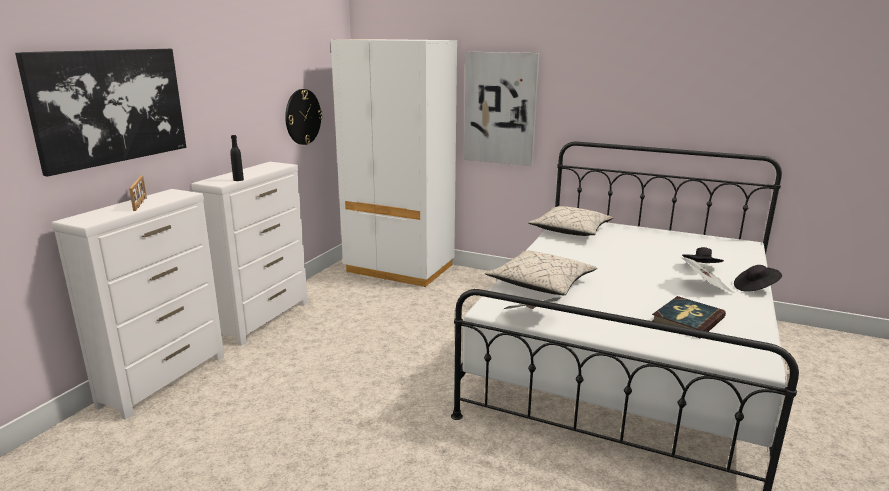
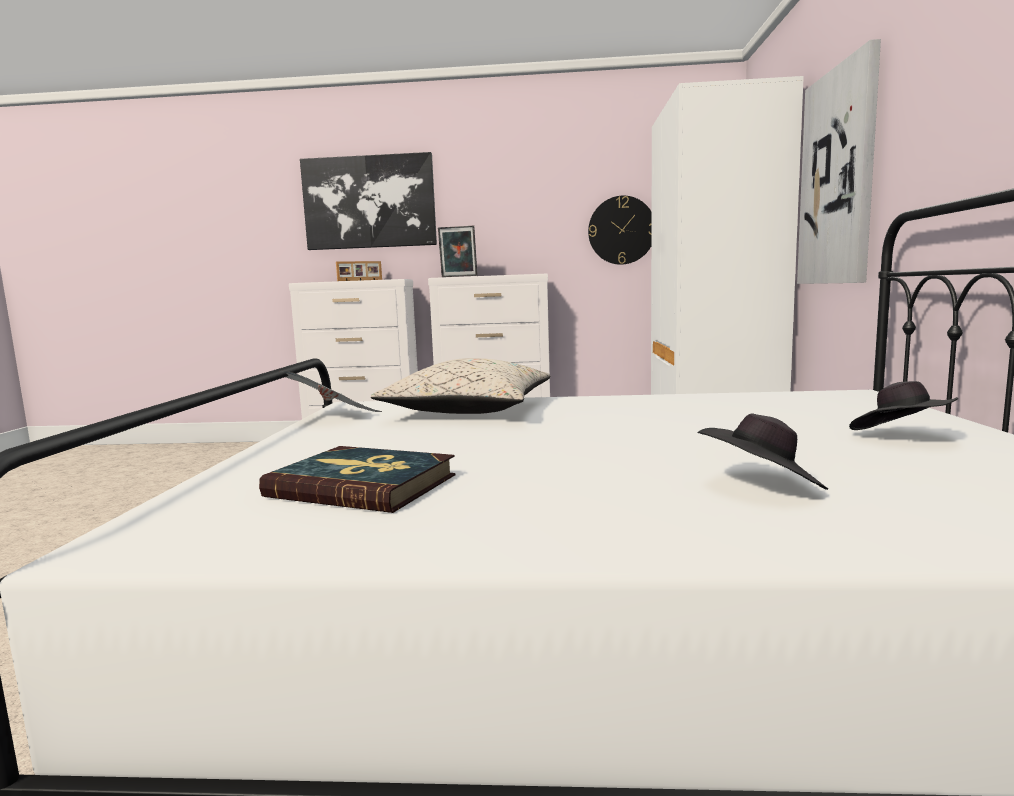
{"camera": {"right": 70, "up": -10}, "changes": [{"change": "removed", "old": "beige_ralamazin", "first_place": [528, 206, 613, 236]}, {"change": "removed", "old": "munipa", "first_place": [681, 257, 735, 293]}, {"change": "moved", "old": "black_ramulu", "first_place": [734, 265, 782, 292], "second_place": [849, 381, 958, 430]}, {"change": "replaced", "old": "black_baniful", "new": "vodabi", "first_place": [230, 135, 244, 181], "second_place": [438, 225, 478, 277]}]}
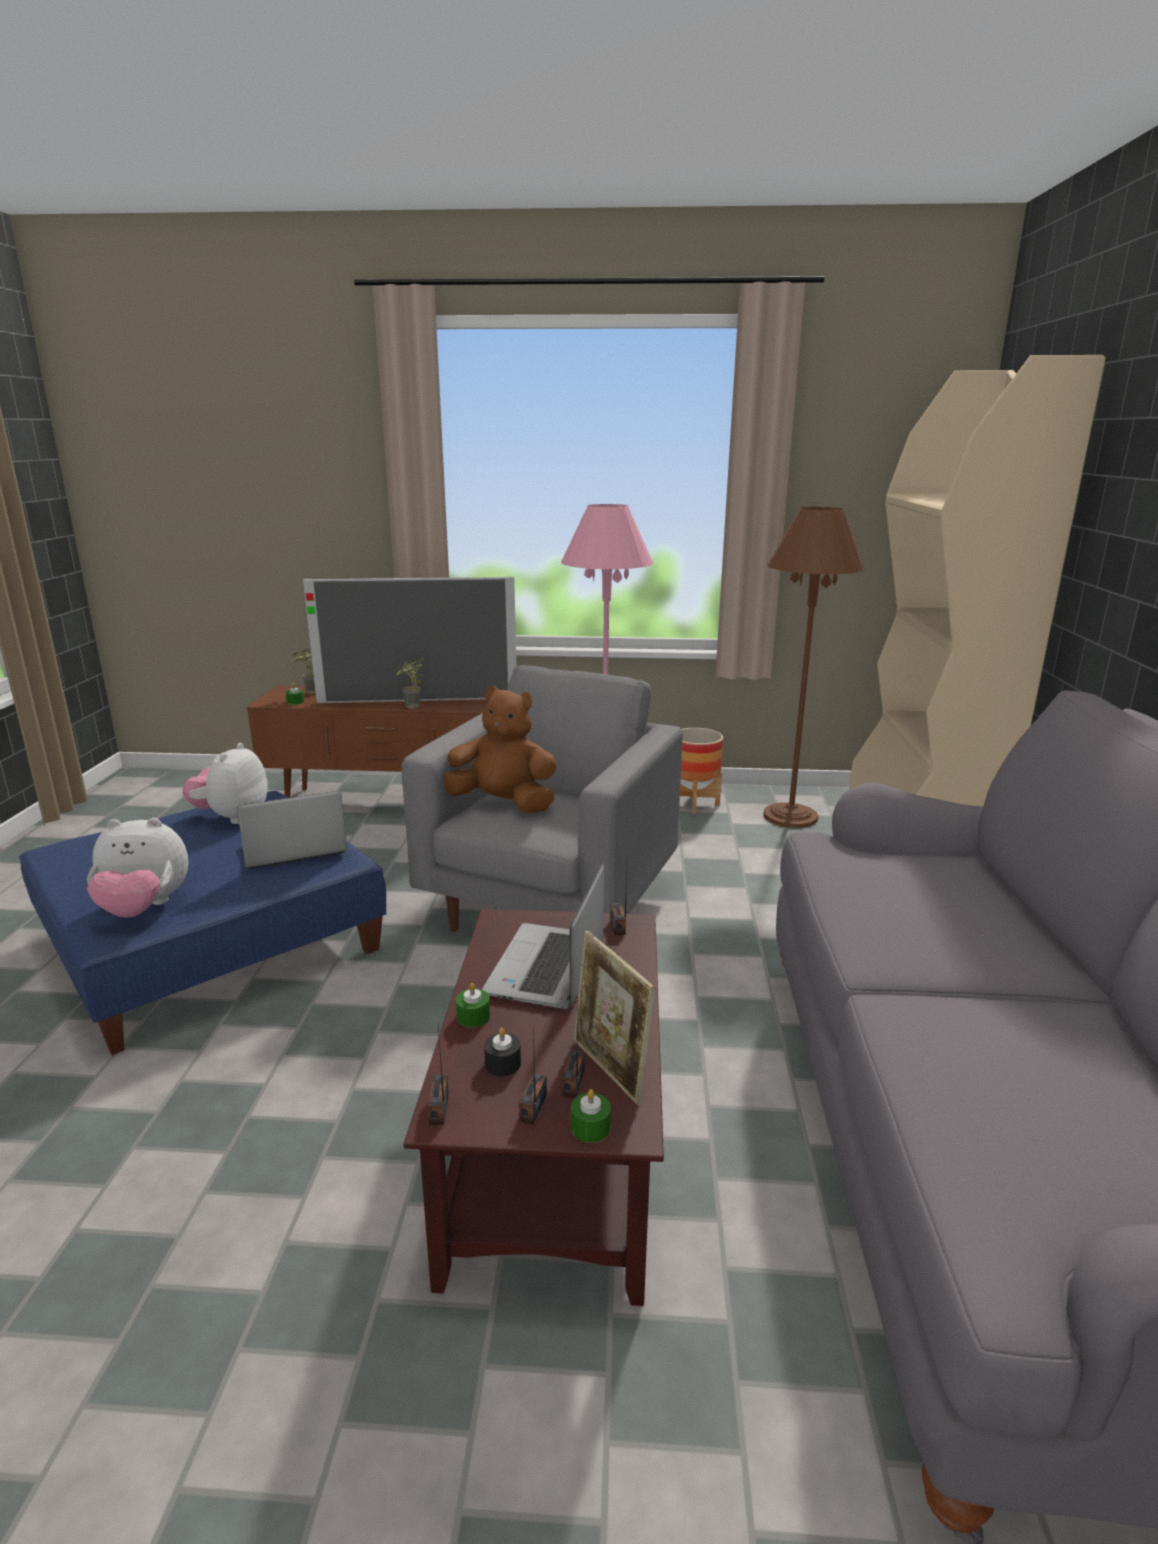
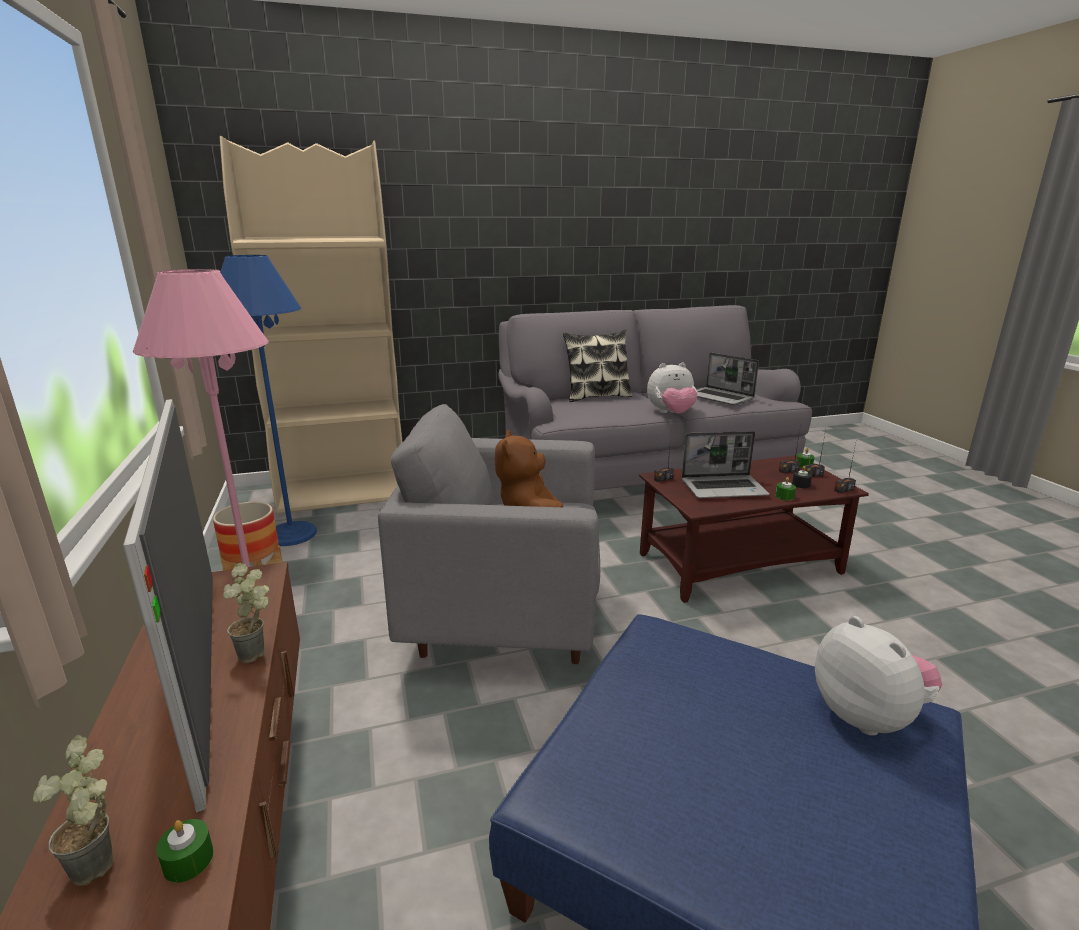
{"camera": {"right": -110, "up": 0}, "changes": [{"change": "removed", "old": "vodabi", "first_place": [574, 931, 656, 1104]}, {"change": "added", "new": "ralamazin", "second_place": [563, 330, 633, 402]}, {"change": "moved", "old": "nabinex", "first_place": [182, 743, 268, 824], "second_place": [647, 363, 698, 414]}, {"change": "moved", "old": "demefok", "first_place": [237, 791, 347, 869], "second_place": [697, 352, 759, 405]}, {"change": "recoloured", "old": "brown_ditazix", "new": "blue_ditazix", "first_place": [763, 507, 865, 828], "second_place": [220, 255, 317, 546]}]}
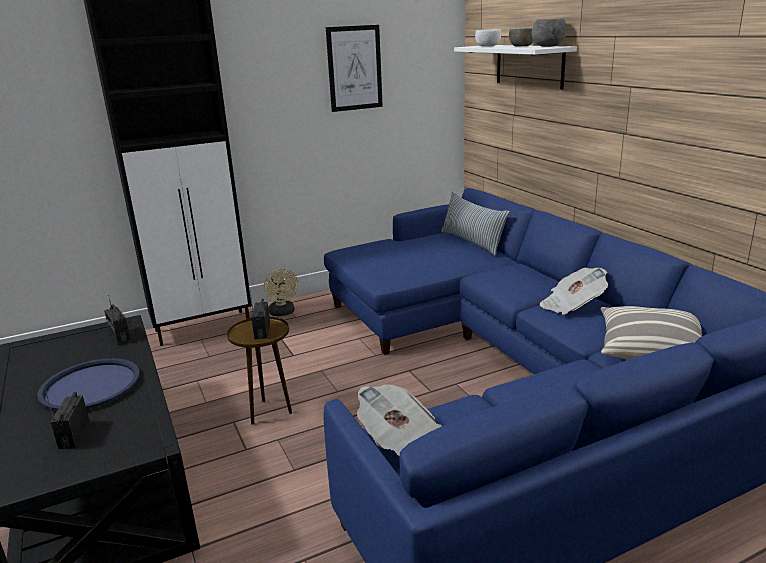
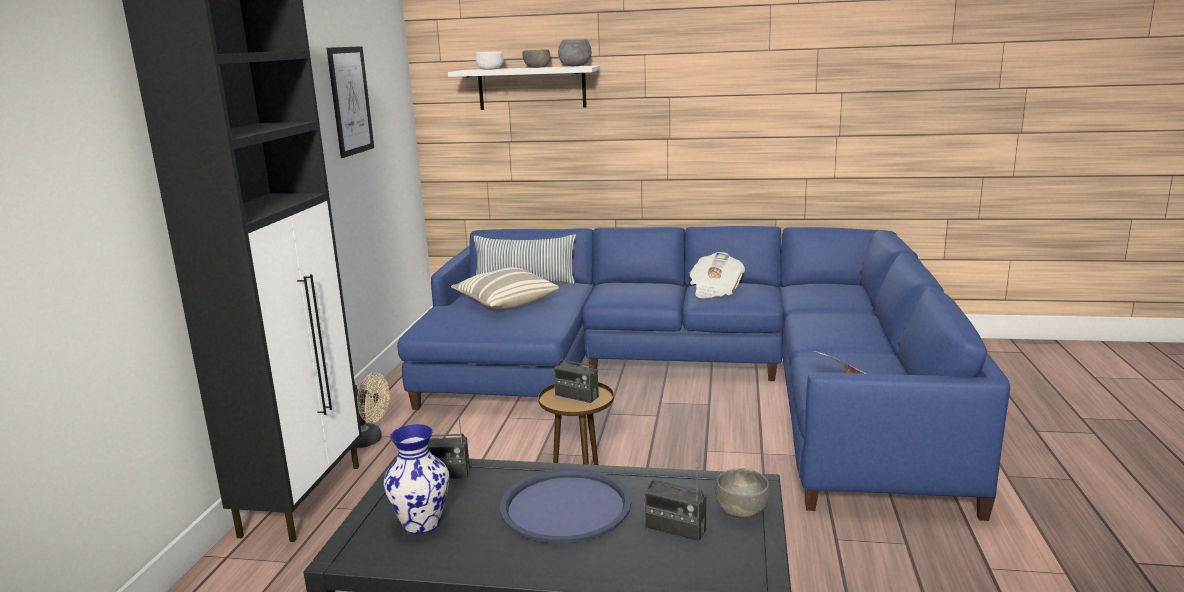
{"camera": {"right": -55, "up": -5}, "changes": [{"change": "added", "new": "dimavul", "second_place": [384, 424, 449, 534]}, {"change": "added", "new": "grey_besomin", "second_place": [715, 468, 770, 518]}, {"change": "moved", "old": "ralamazin", "first_place": [601, 306, 702, 360], "second_place": [451, 267, 559, 309]}]}
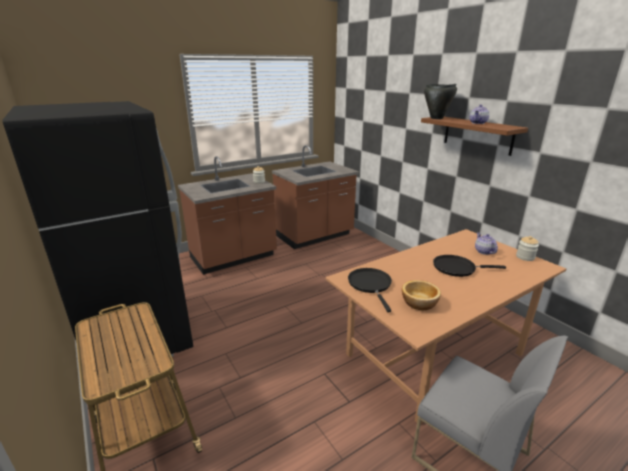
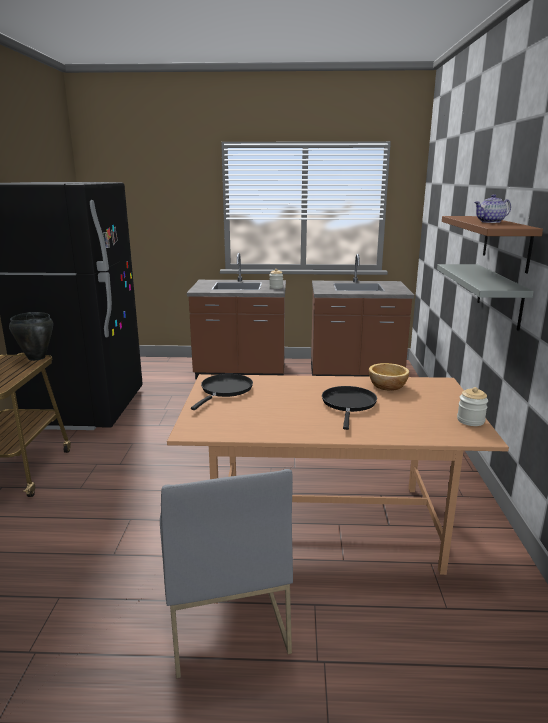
{"camera": {"right": 35, "up": -5}, "changes": [{"change": "removed", "old": "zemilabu", "first_place": [475, 233, 498, 255]}, {"change": "added", "new": "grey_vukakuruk", "second_place": [437, 264, 534, 331]}, {"change": "moved", "old": "besomin", "first_place": [402, 280, 441, 310], "second_place": [369, 363, 409, 391]}, {"change": "moved", "old": "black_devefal", "first_place": [424, 84, 457, 119], "second_place": [9, 312, 53, 361]}, {"change": "turned", "old": "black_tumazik", "first_place": [433, 255, 506, 277], "second_place": [322, 386, 377, 430], "degrees": 60}]}
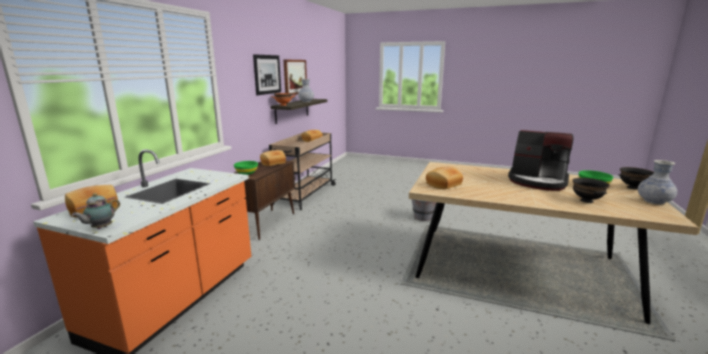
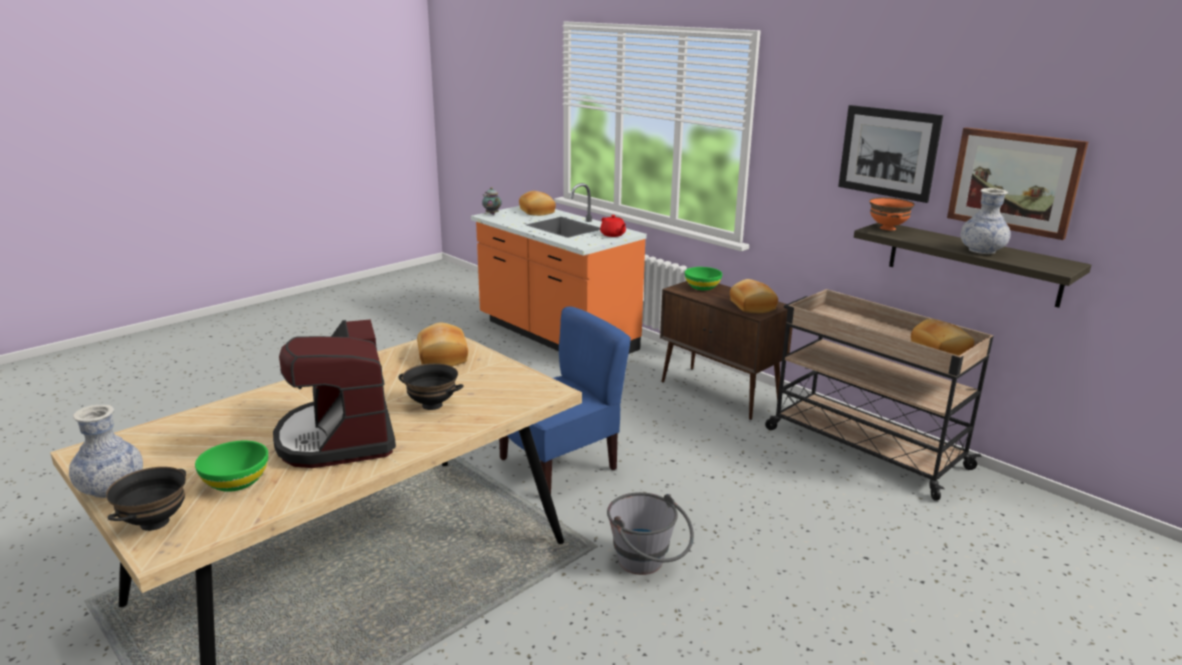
{"camera": {"right": 115, "up": 5}, "changes": [{"change": "added", "new": "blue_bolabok", "second_place": [499, 306, 631, 494]}, {"change": "added", "new": "red_zemilabu", "second_place": [600, 215, 626, 237]}, {"change": "moved", "old": "black_besomin", "first_place": [572, 178, 610, 203], "second_place": [399, 363, 464, 410]}, {"change": "turned", "old": "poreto", "first_place": [508, 130, 574, 191], "second_place": [273, 319, 396, 468], "degrees": -75}]}
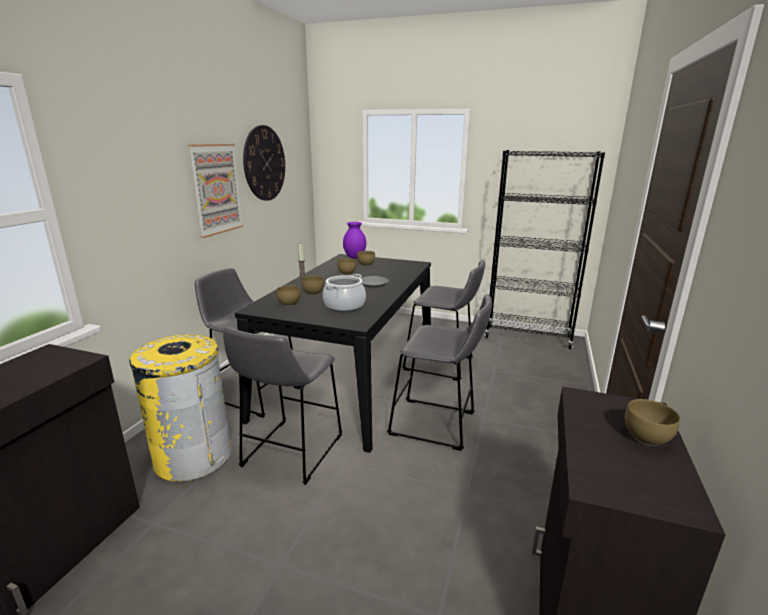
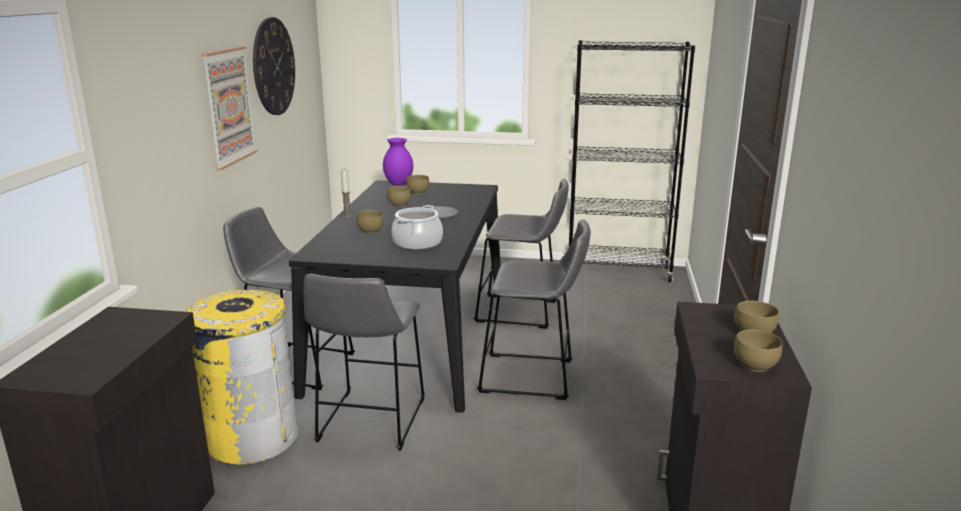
{"camera": {"right": -10, "up": 0}, "changes": [{"change": "moved", "old": "brown_besomin", "first_place": [276, 285, 301, 306], "second_place": [734, 329, 783, 372]}]}
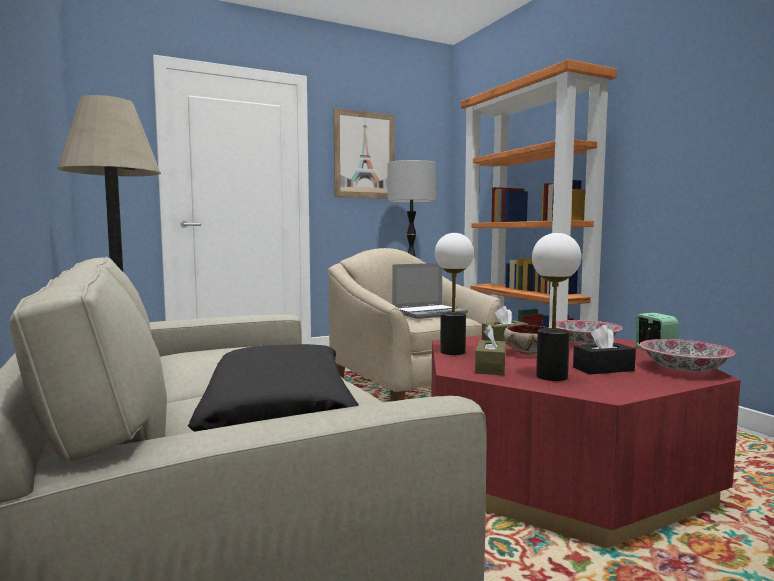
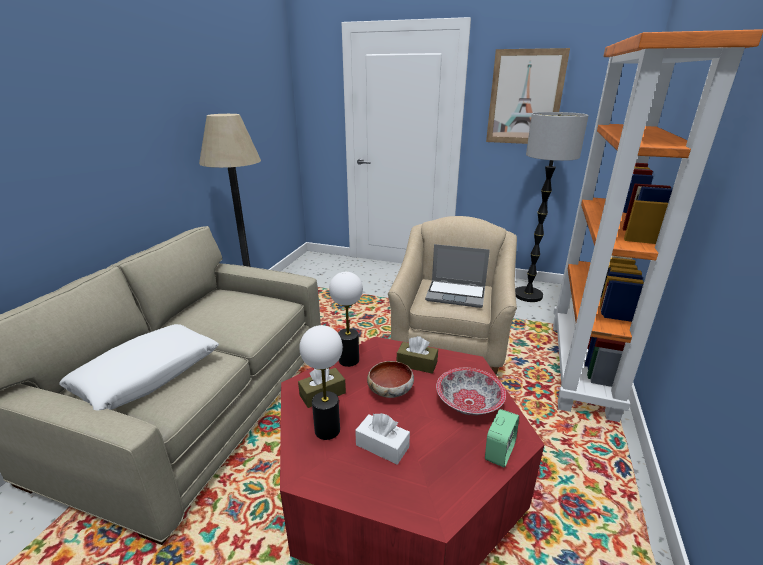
{"camera": {"right": 45, "up": 20}, "changes": [{"change": "removed", "old": "besomin", "first_place": [640, 339, 735, 372]}, {"change": "recoloured", "old": "black_ralamazin", "new": "white_ralamazin", "first_place": [188, 344, 359, 432], "second_place": [59, 324, 219, 411]}, {"change": "recoloured", "old": "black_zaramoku", "new": "white_zaramoku", "first_place": [573, 325, 636, 374], "second_place": [355, 413, 410, 465]}]}
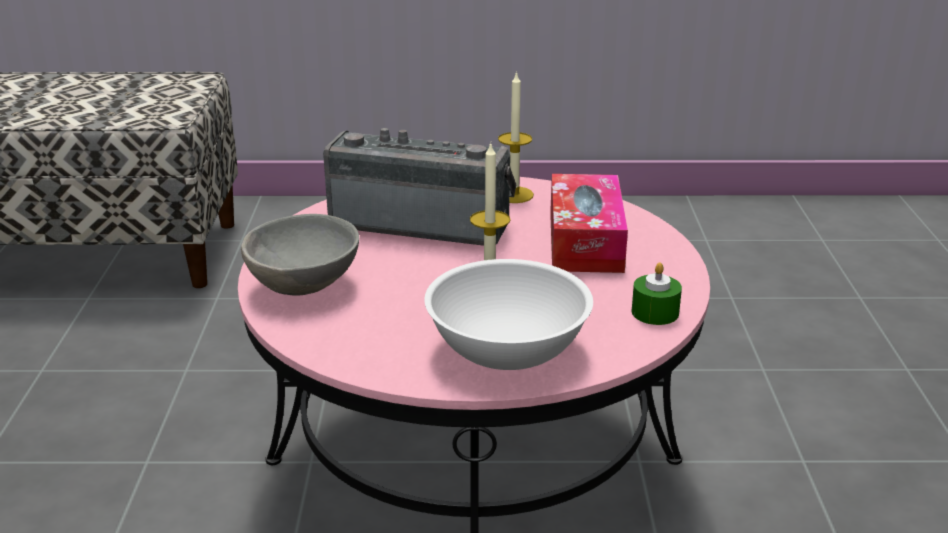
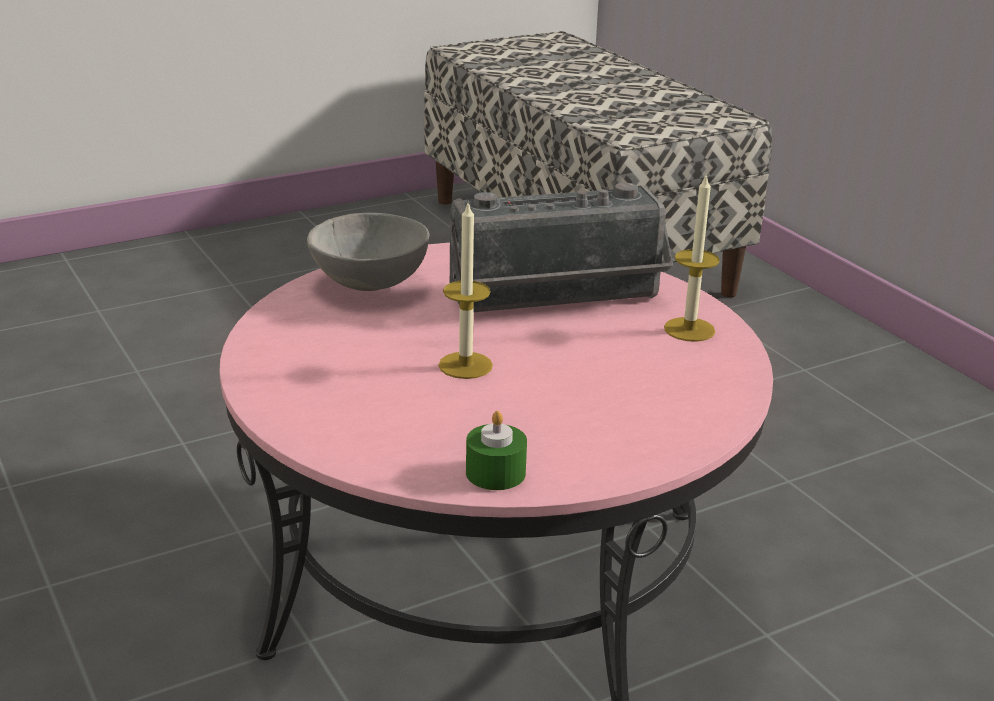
{"camera": {"right": 60, "up": 0}, "changes": [{"change": "removed", "old": "white_besomin", "first_place": [424, 259, 593, 370]}, {"change": "removed", "old": "zaramoku", "first_place": [550, 174, 628, 273]}, {"change": "turned", "old": "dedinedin", "first_place": [323, 128, 516, 246], "second_place": [450, 183, 673, 312], "degrees": 90}]}
